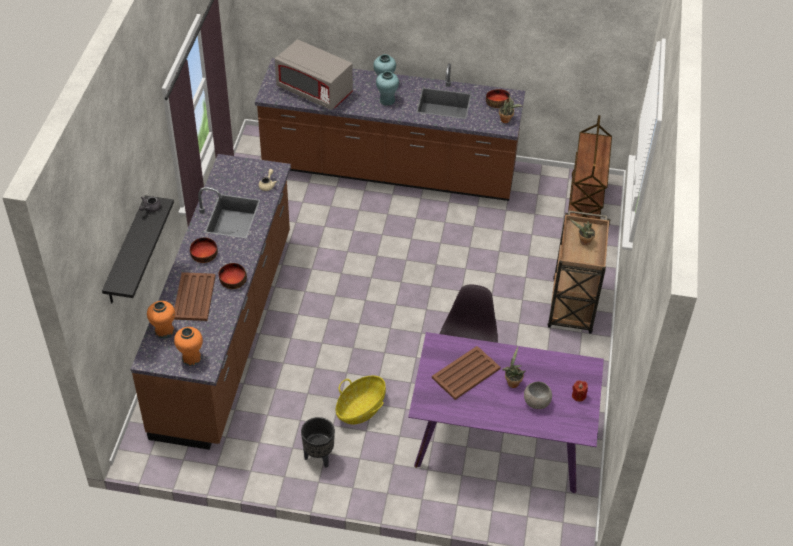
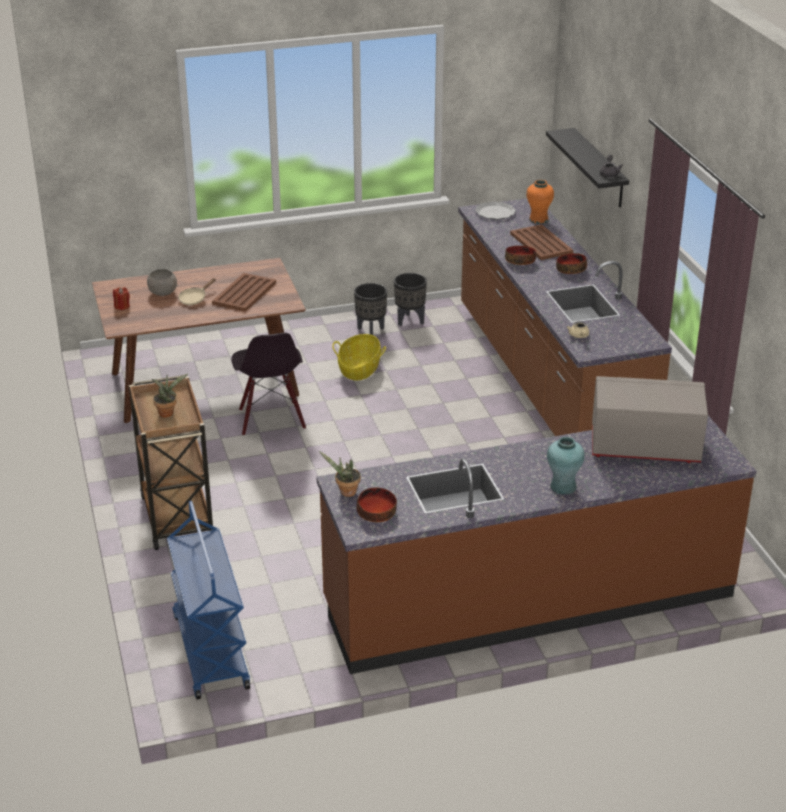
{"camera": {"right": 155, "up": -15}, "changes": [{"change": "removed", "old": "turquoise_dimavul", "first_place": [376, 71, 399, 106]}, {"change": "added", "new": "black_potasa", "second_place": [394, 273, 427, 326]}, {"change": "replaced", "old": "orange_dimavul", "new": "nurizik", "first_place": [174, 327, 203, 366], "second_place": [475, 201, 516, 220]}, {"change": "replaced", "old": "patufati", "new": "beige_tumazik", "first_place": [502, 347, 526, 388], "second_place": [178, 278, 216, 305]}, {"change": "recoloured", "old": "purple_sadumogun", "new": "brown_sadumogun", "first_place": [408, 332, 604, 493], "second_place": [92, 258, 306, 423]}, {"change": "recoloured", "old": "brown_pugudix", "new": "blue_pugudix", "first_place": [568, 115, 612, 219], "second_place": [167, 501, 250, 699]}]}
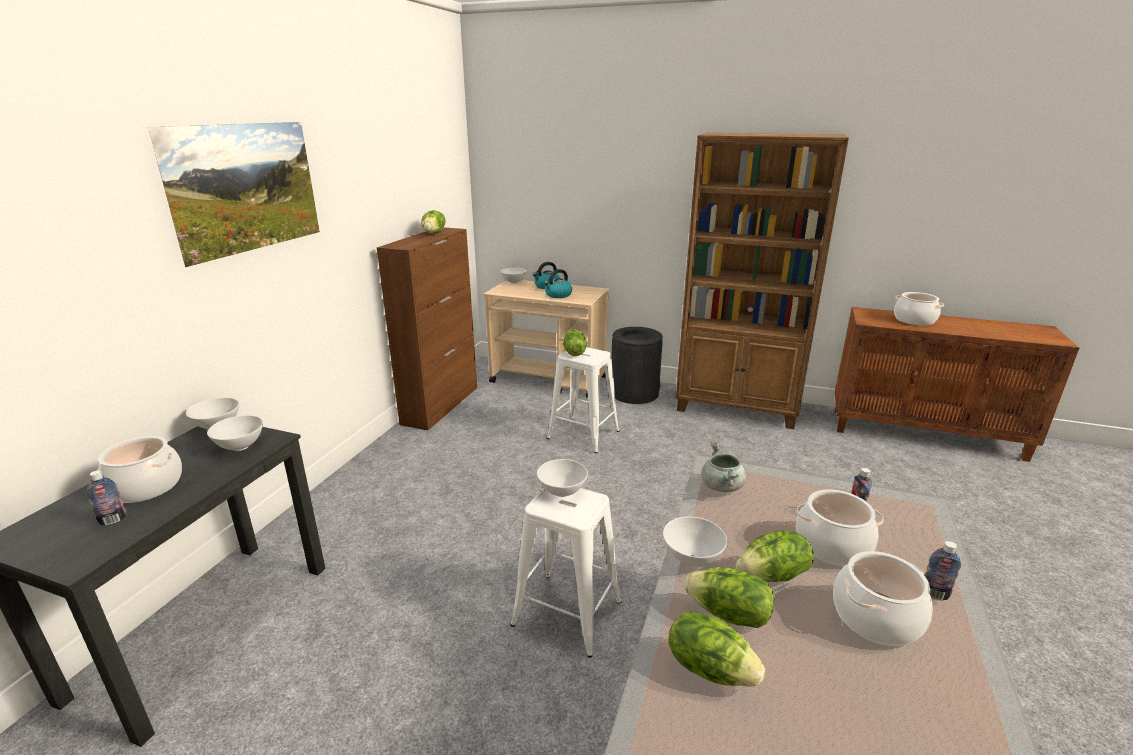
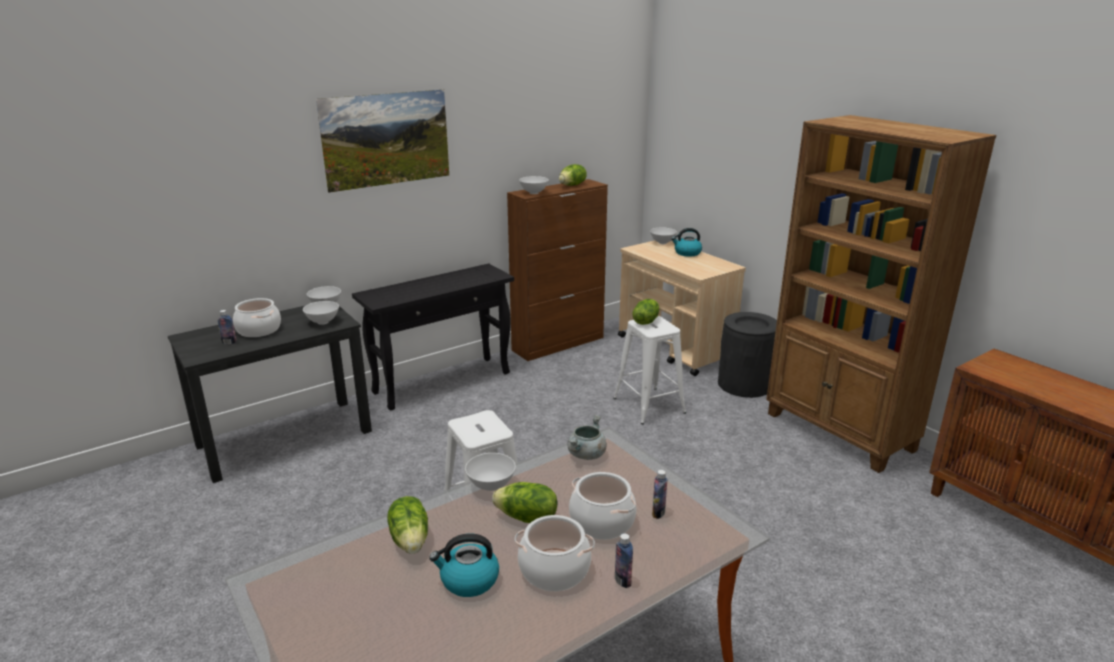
{"camera": {"right": 35, "up": 0}, "changes": [{"change": "removed", "old": "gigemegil", "first_place": [685, 567, 774, 628]}, {"change": "removed", "old": "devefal", "first_place": [894, 292, 944, 326]}, {"change": "added", "new": "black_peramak", "second_place": [352, 264, 514, 411]}, {"change": "moved", "old": "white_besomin", "first_place": [537, 459, 588, 497], "second_place": [519, 176, 549, 194]}, {"change": "moved", "old": "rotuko", "first_place": [544, 269, 572, 298], "second_place": [429, 533, 499, 597]}]}
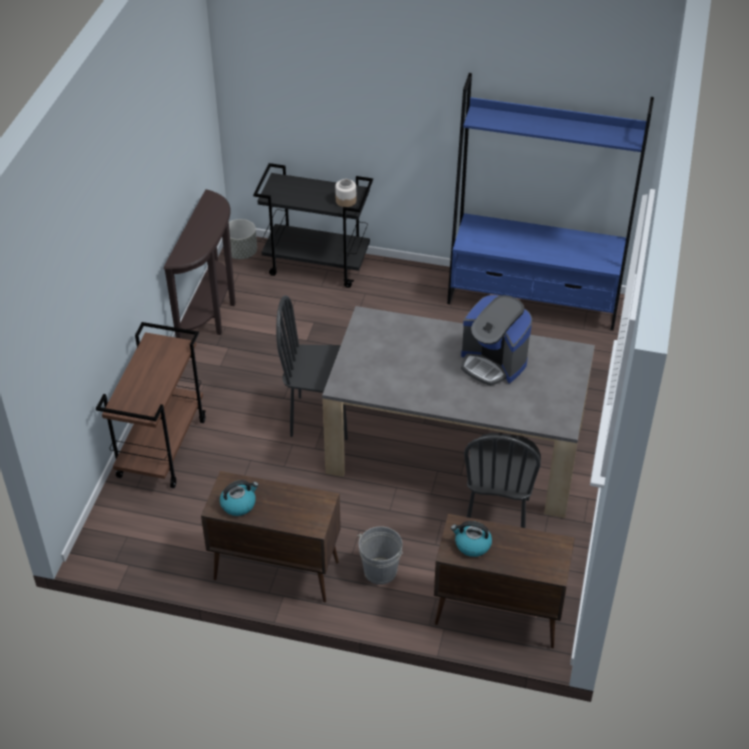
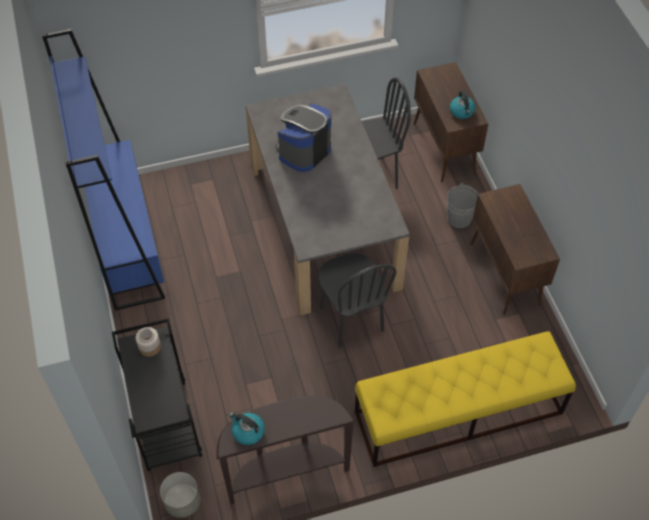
{"camera": {"right": -120, "up": 10}, "changes": [{"change": "moved", "old": "rotuko", "first_place": [220, 480, 259, 516], "second_place": [229, 412, 265, 445]}, {"change": "replaced", "old": "brown_pugudix", "new": "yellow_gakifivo", "first_place": [96, 322, 206, 488], "second_place": [355, 331, 576, 467]}, {"change": "turned", "old": "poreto", "first_place": [461, 295, 532, 386], "second_place": [276, 103, 331, 172], "degrees": -150}]}
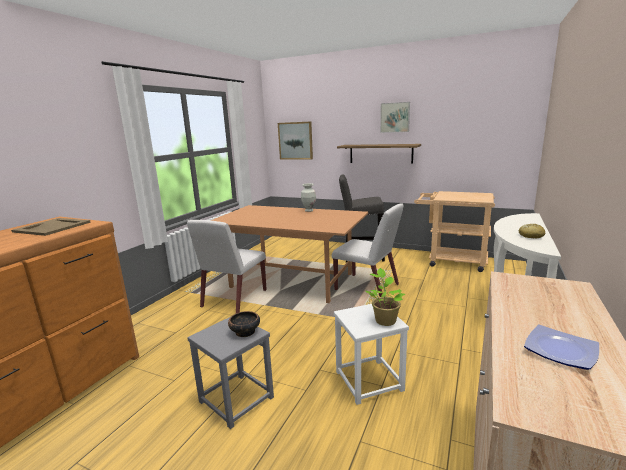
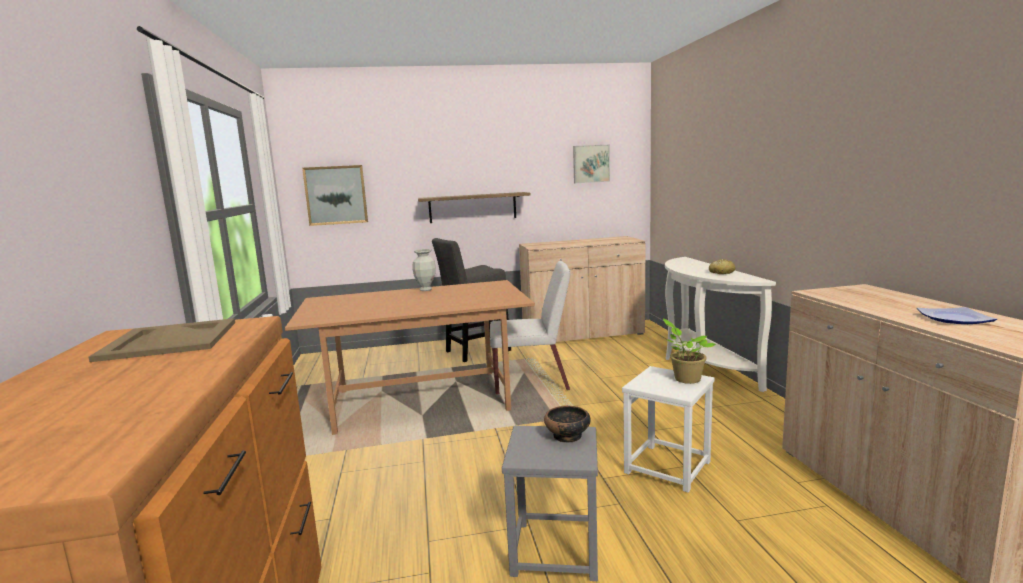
{"camera": {"right": -35, "up": -5}, "changes": [{"change": "removed", "old": "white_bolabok", "first_place": [187, 220, 267, 313]}, {"change": "moved", "old": "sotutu", "first_place": [380, 102, 410, 133], "second_place": [573, 145, 610, 183]}, {"change": "replaced", "old": "beige_pugudix", "new": "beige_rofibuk", "first_place": [414, 191, 495, 272], "second_place": [519, 236, 645, 346]}]}
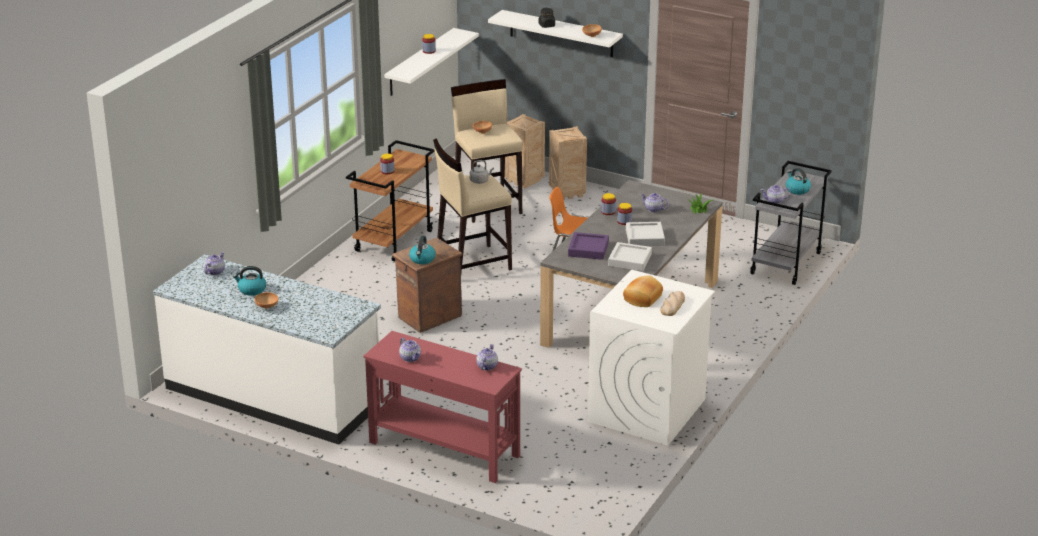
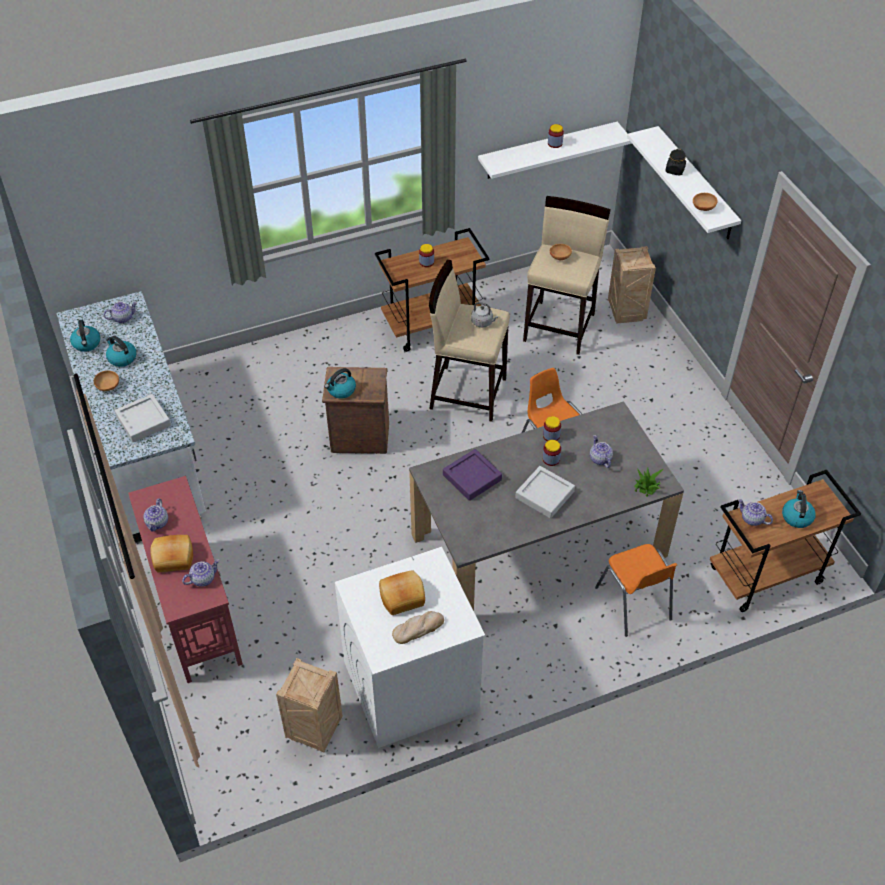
{"camera": {"right": 40, "up": 20}, "changes": [{"change": "added", "new": "rotuko", "second_place": [70, 320, 100, 352]}, {"change": "added", "new": "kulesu", "second_place": [150, 535, 193, 573]}, {"change": "added", "new": "orange_bolabok", "second_place": [595, 544, 677, 637]}, {"change": "moved", "old": "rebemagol", "first_place": [549, 126, 587, 200], "second_place": [276, 658, 343, 752]}, {"change": "moved", "old": "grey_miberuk", "first_place": [608, 242, 652, 271], "second_place": [115, 394, 171, 442]}, {"change": "recoloured", "old": "grey_pugudix", "new": "brown_pugudix", "first_place": [750, 161, 832, 285], "second_place": [710, 470, 861, 612]}]}
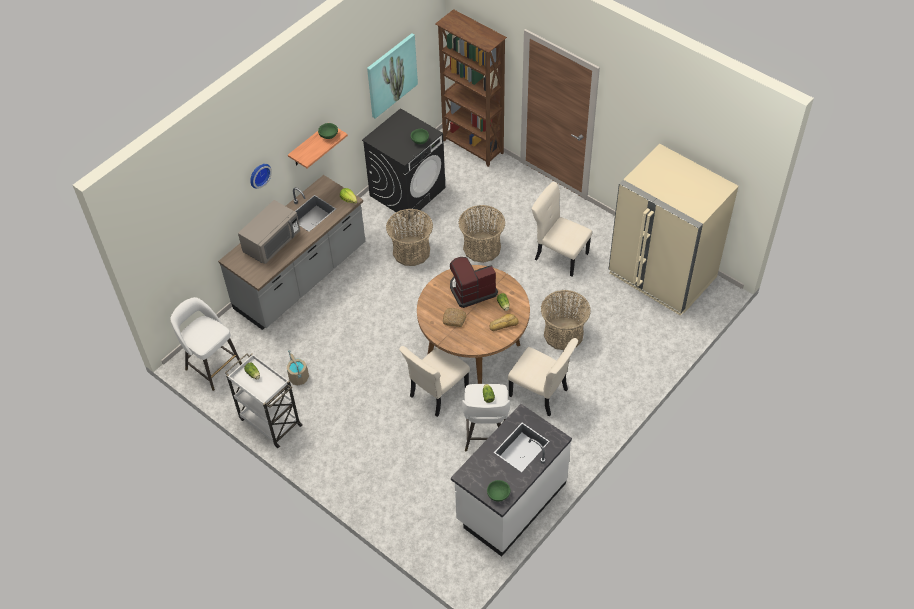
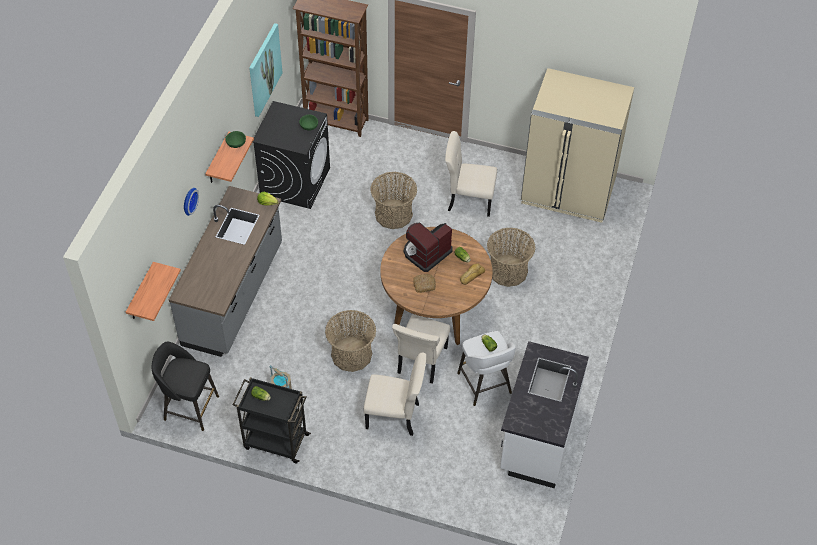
{"camera": {"right": -25, "up": 0}, "changes": [{"change": "removed", "old": "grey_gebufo", "first_place": [238, 200, 300, 264]}, {"change": "removed", "old": "green_besomin", "first_place": [487, 480, 510, 501]}, {"change": "added", "new": "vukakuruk", "second_place": [126, 262, 181, 321]}, {"change": "moved", "old": "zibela", "first_place": [386, 209, 433, 266], "second_place": [325, 310, 376, 372]}, {"change": "moved", "old": "beige_bolabok", "first_place": [508, 338, 578, 416], "second_place": [364, 352, 426, 436]}, {"change": "recoloured", "old": "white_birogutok", "new": "black_birogutok", "first_place": [170, 297, 242, 391], "second_place": [152, 342, 219, 431]}, {"change": "recoloured", "old": "white_pugudix", "new": "black_pugudix", "first_place": [225, 353, 303, 448], "second_place": [233, 377, 311, 464]}]}
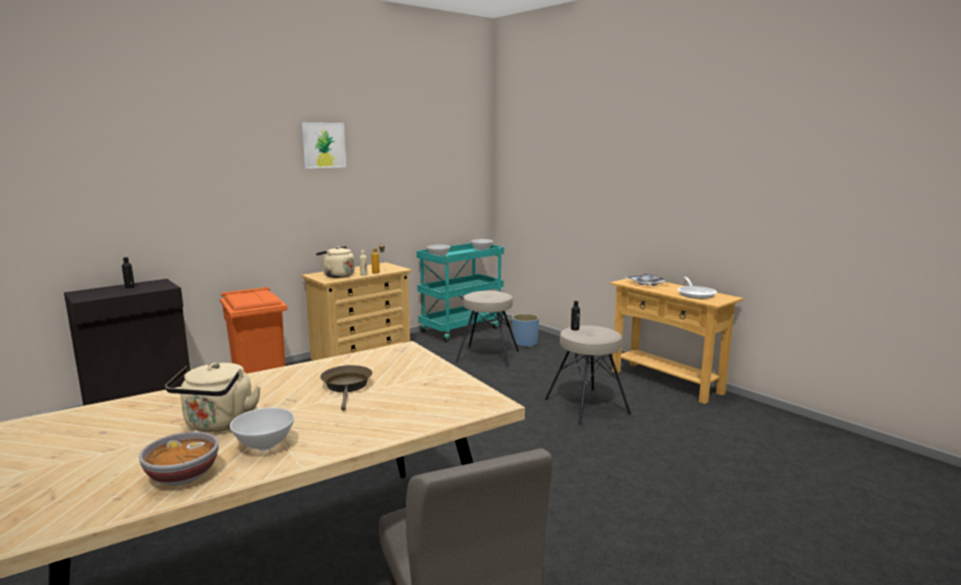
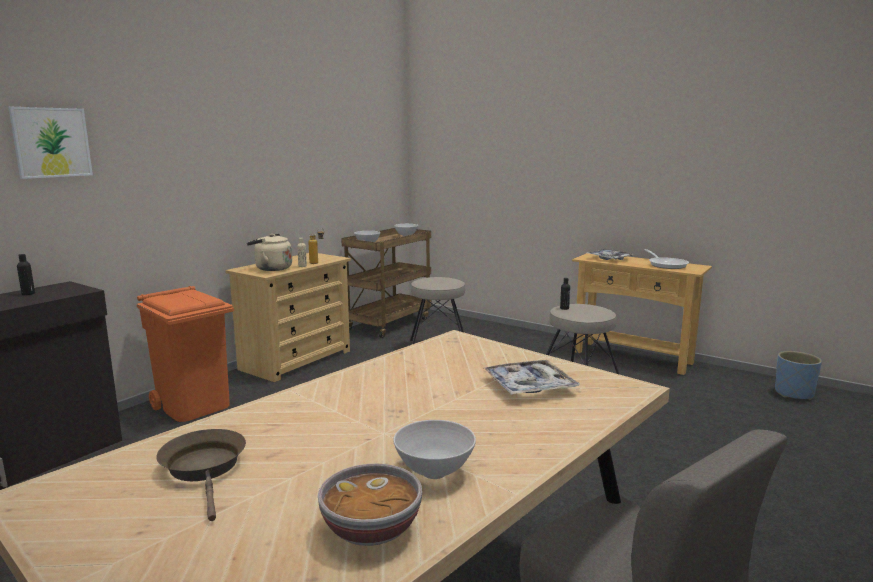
{"camera": {"right": -15, "up": 0}, "changes": [{"change": "removed", "old": "beige_rotuko", "first_place": [165, 362, 261, 432]}, {"change": "added", "new": "miberuk", "second_place": [483, 360, 580, 395]}, {"change": "moved", "old": "sotutu", "first_place": [302, 123, 346, 169], "second_place": [8, 107, 93, 179]}, {"change": "moved", "old": "brown_tumazik", "first_place": [320, 365, 372, 411], "second_place": [156, 429, 246, 521]}, {"change": "moved", "old": "blue_potasa", "first_place": [512, 314, 539, 348], "second_place": [775, 351, 822, 400]}, {"change": "recoloured", "old": "turquoise_pugudix", "new": "brown_pugudix", "first_place": [417, 243, 504, 342], "second_place": [341, 228, 431, 338]}]}
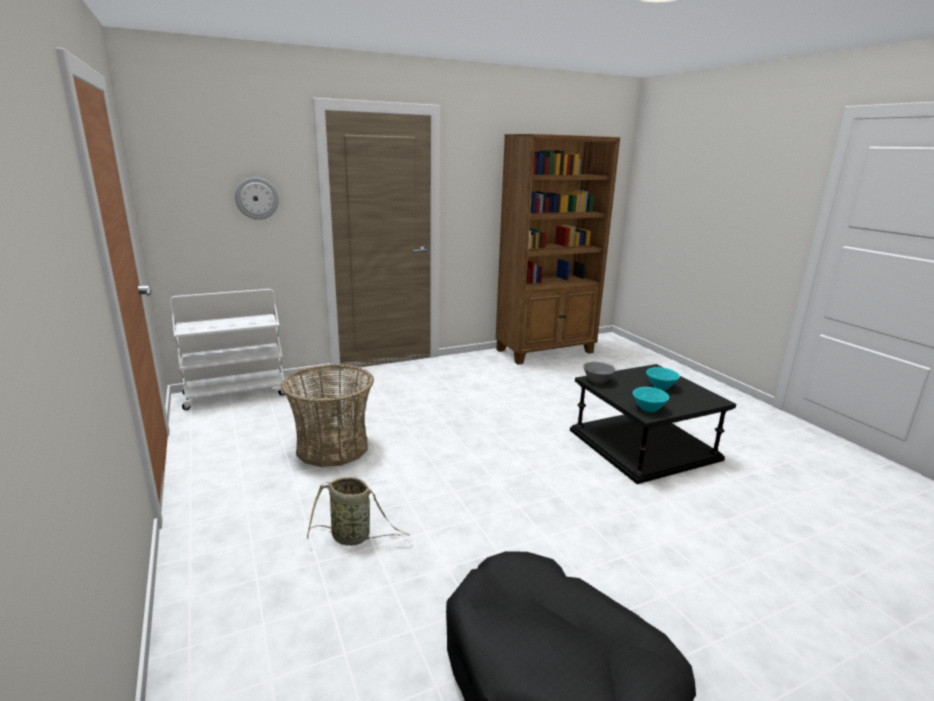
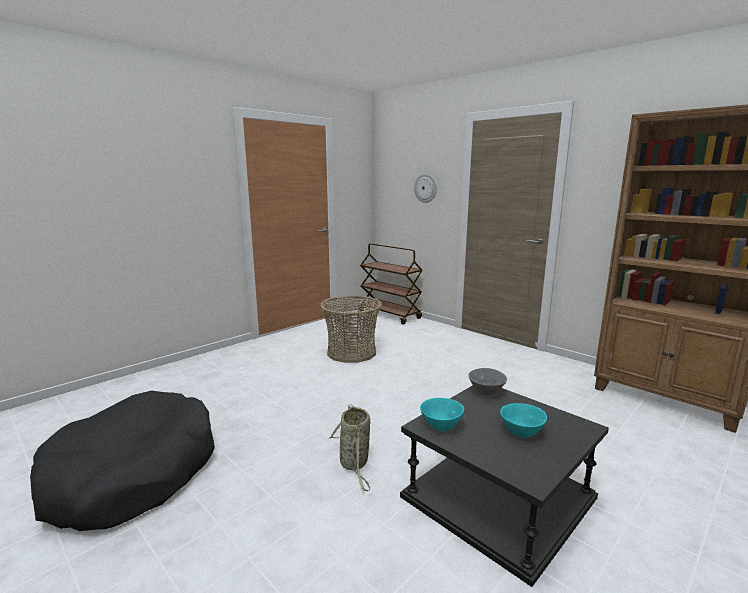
{"camera": {"right": 70, "up": -5}, "changes": [{"change": "moved", "old": "zibela", "first_place": [307, 477, 410, 546], "second_place": [329, 405, 370, 491]}, {"change": "recoloured", "old": "white_pugudix", "new": "brown_pugudix", "first_place": [170, 289, 286, 410], "second_place": [359, 243, 423, 325]}]}
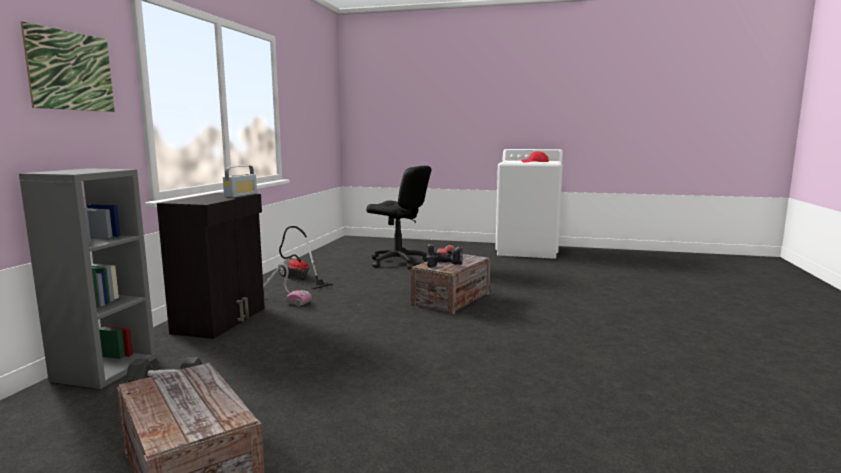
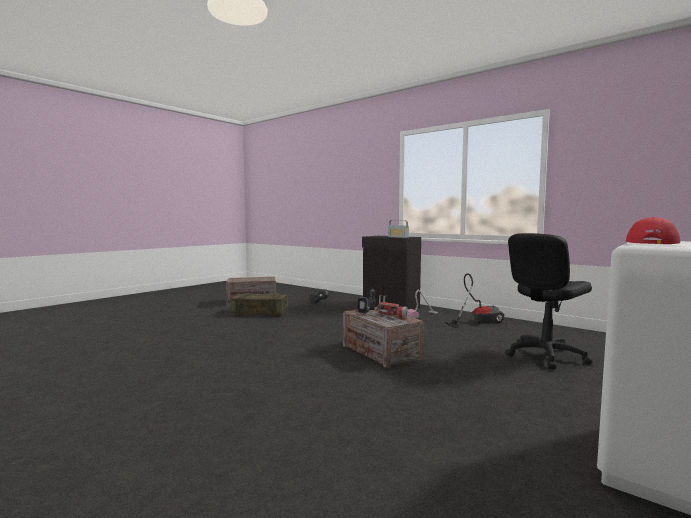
{"camera": {"right": 115, "up": -5}, "changes": [{"change": "removed", "old": "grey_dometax", "first_place": [19, 168, 156, 389]}, {"change": "removed", "old": "sotutu", "first_place": [21, 22, 115, 112]}, {"change": "added", "new": "rebemagol", "second_place": [230, 293, 288, 317]}]}
